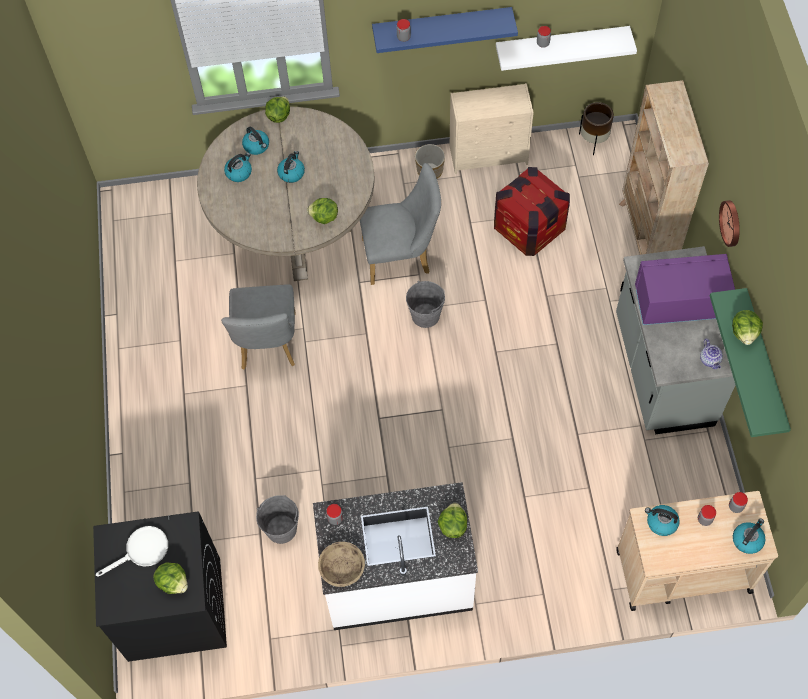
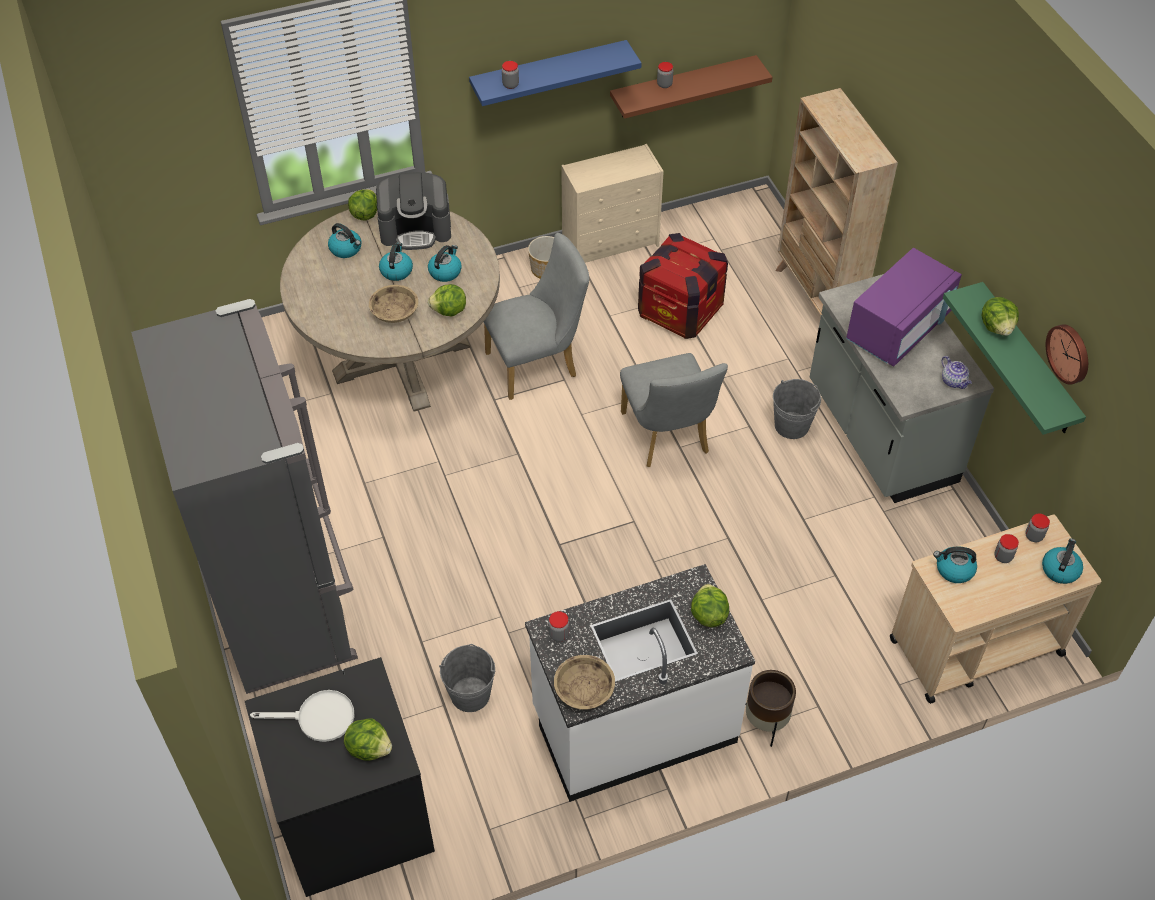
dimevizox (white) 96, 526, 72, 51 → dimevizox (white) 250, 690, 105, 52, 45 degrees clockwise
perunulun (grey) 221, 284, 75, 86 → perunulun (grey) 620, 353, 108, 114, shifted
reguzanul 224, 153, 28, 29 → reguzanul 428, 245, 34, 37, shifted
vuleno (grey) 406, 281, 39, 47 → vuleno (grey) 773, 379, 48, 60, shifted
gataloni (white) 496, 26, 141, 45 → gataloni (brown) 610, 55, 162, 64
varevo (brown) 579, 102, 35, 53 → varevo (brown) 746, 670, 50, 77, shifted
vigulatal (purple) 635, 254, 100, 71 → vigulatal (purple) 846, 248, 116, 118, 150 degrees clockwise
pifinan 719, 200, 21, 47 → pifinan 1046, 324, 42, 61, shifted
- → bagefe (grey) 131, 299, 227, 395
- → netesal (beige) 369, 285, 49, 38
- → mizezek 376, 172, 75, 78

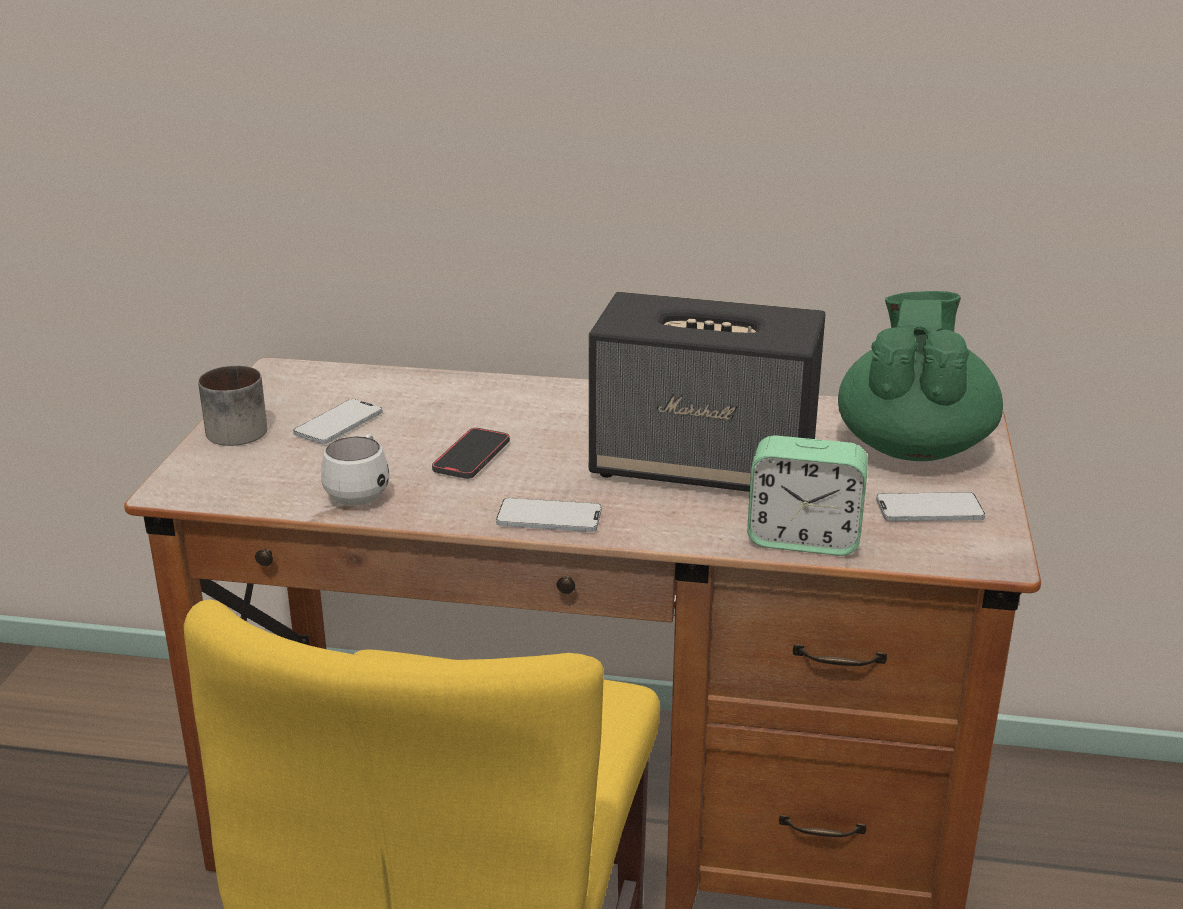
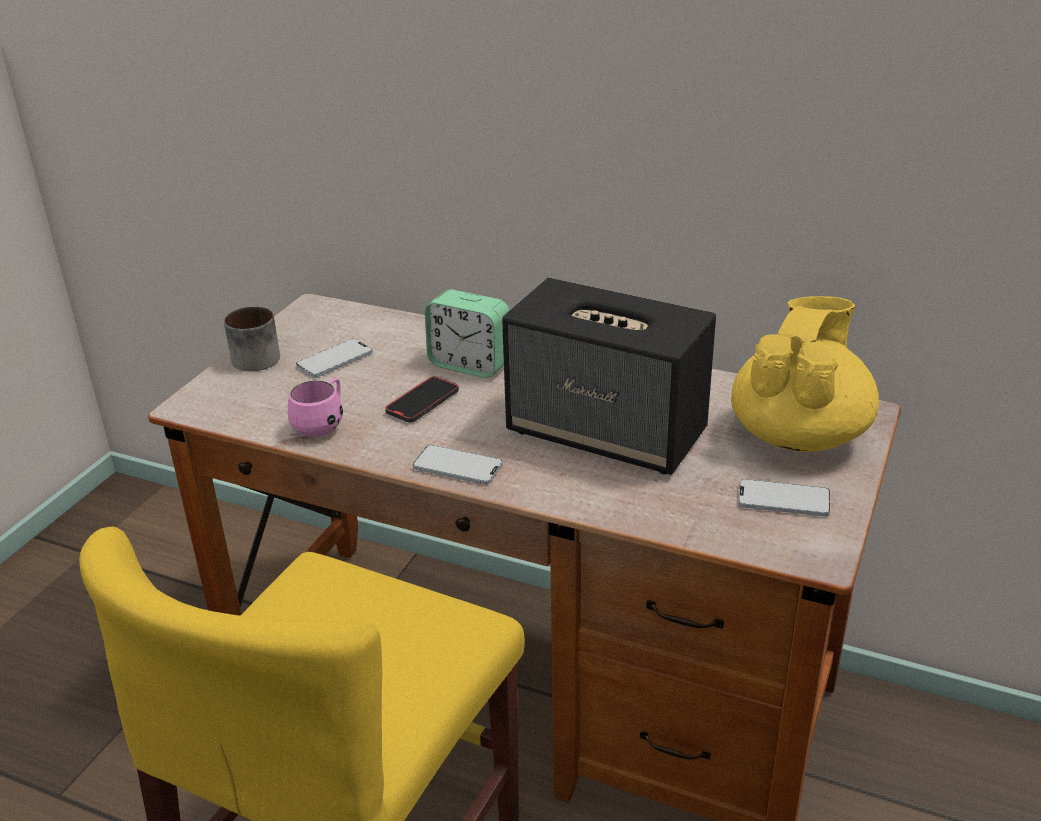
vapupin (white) 321, 434, 68, 71 → vapupin (pink) 288, 378, 55, 59
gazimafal 747, 435, 121, 121 → gazimafal 425, 290, 85, 88, shifted
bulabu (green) 838, 291, 165, 170 → bulabu (yellow) 731, 296, 148, 156

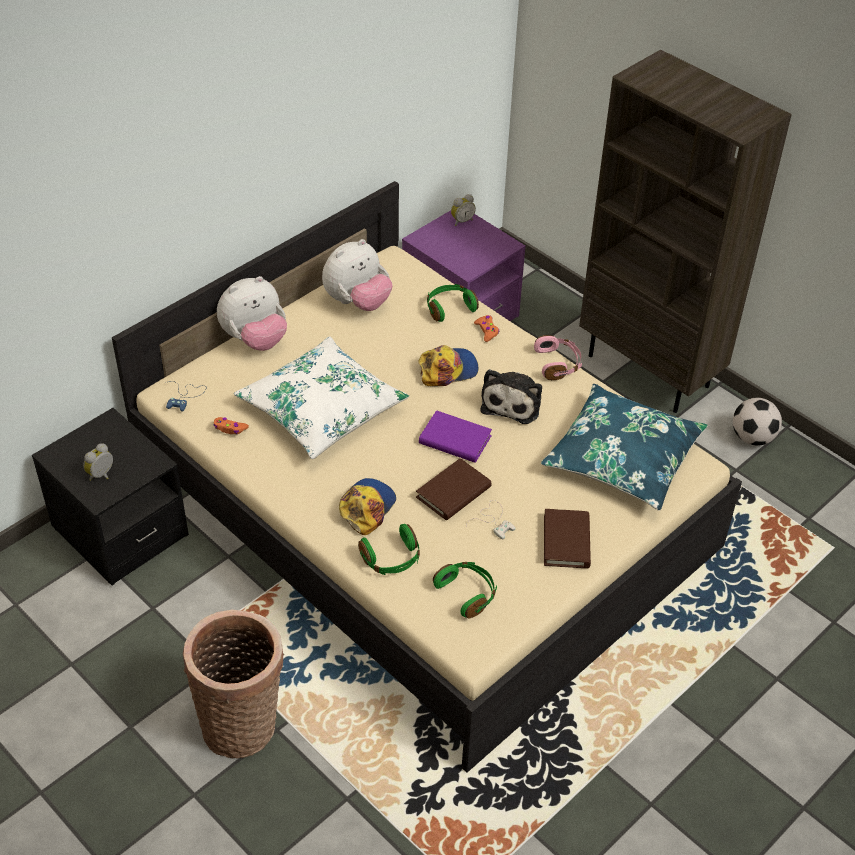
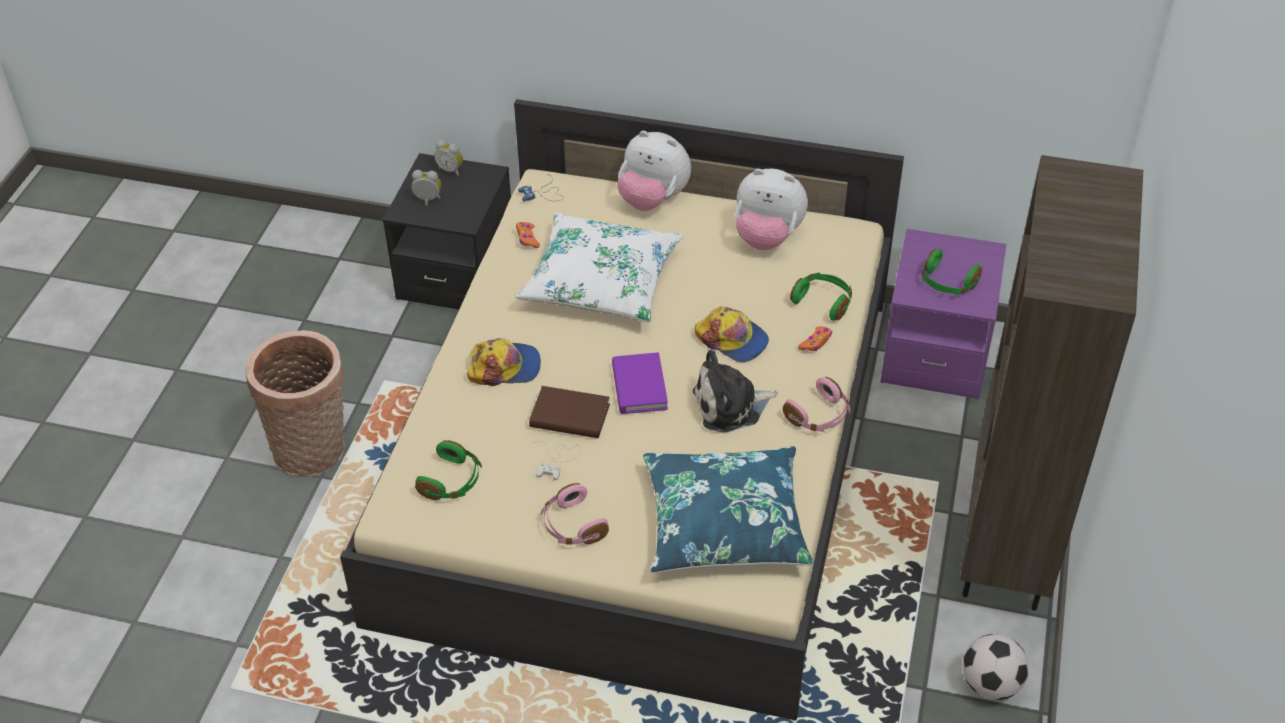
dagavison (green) 358, 524, 62, 51 → dagavison (green) 922, 249, 60, 46, shifted
gazimafal 451, 194, 25, 32 → gazimafal 434, 140, 29, 36, shifted
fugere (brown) 544, 509, 47, 59 → dagavison (pink) 541, 483, 68, 62

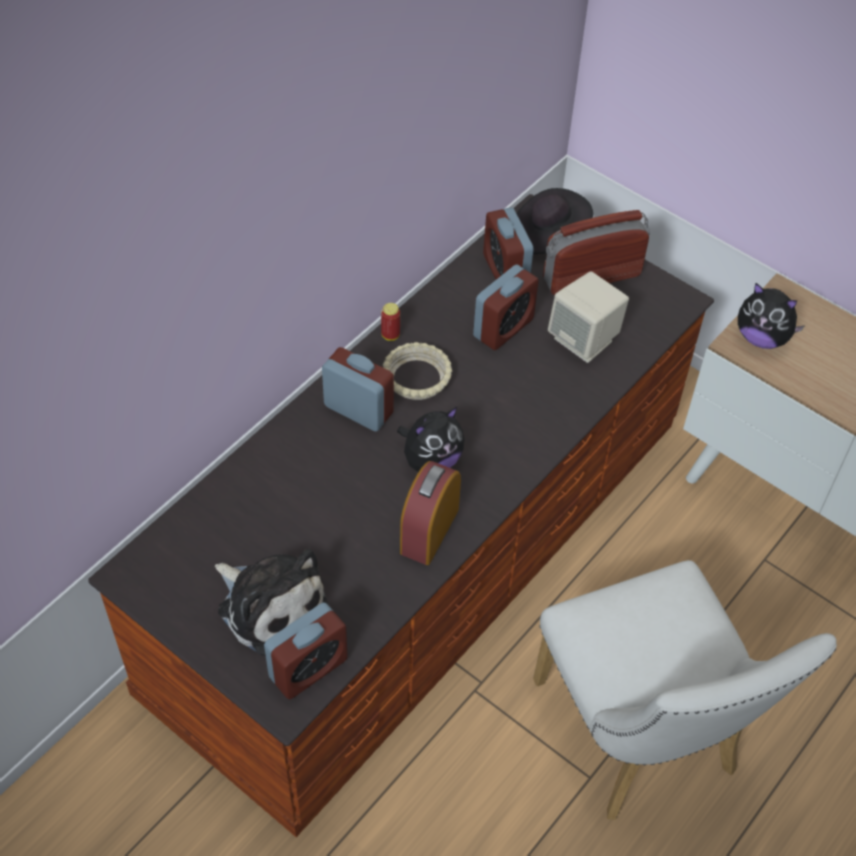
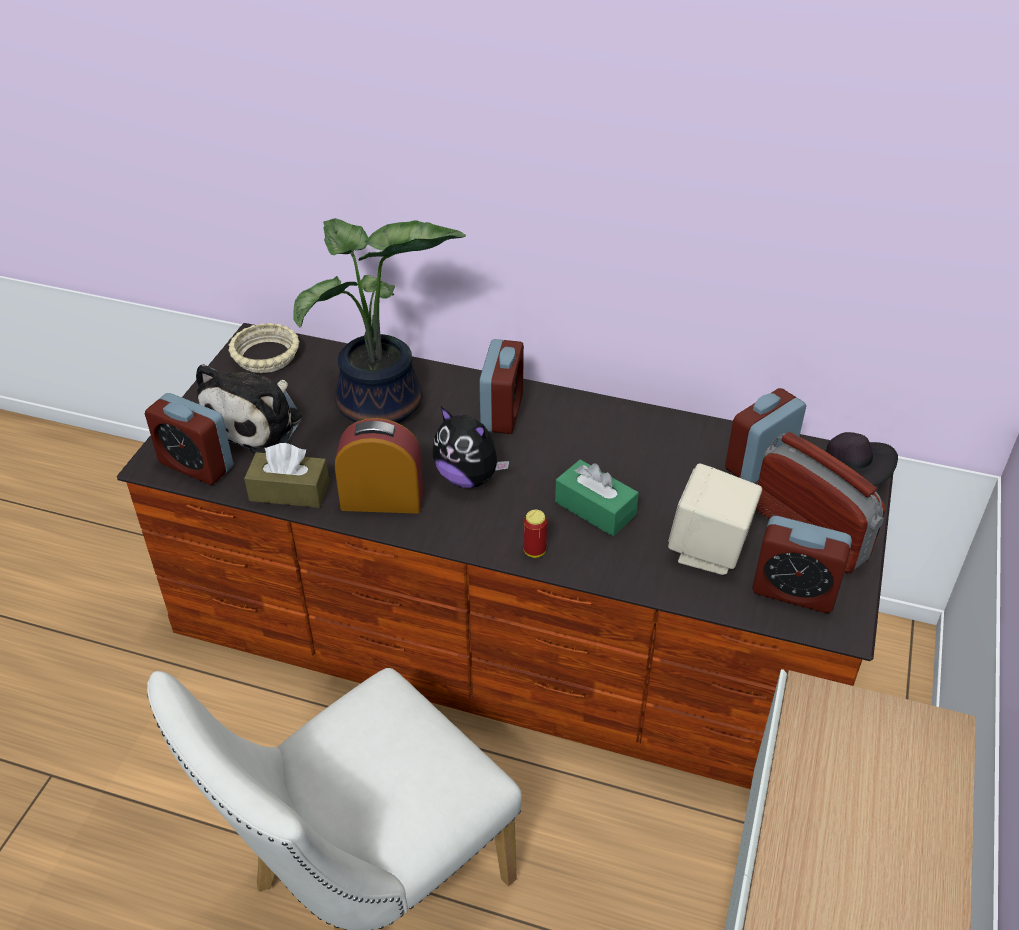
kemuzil 381, 303, 19, 38 → kemuzil 523, 510, 24, 48, shifted
netesal (beige) 383, 342, 69, 58 → netesal (beige) 228, 323, 72, 50, shifted
gazimafal 473, 265, 66, 85 → gazimafal 752, 516, 100, 97, shifted
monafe 738, 283, 66, 66 → -
- → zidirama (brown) 244, 443, 86, 65
- → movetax 293, 218, 173, 205
- → zidirama (green) 555, 460, 84, 76

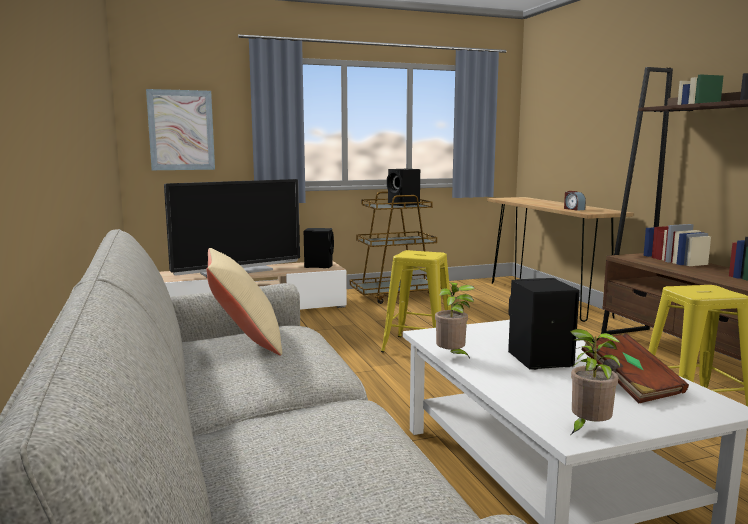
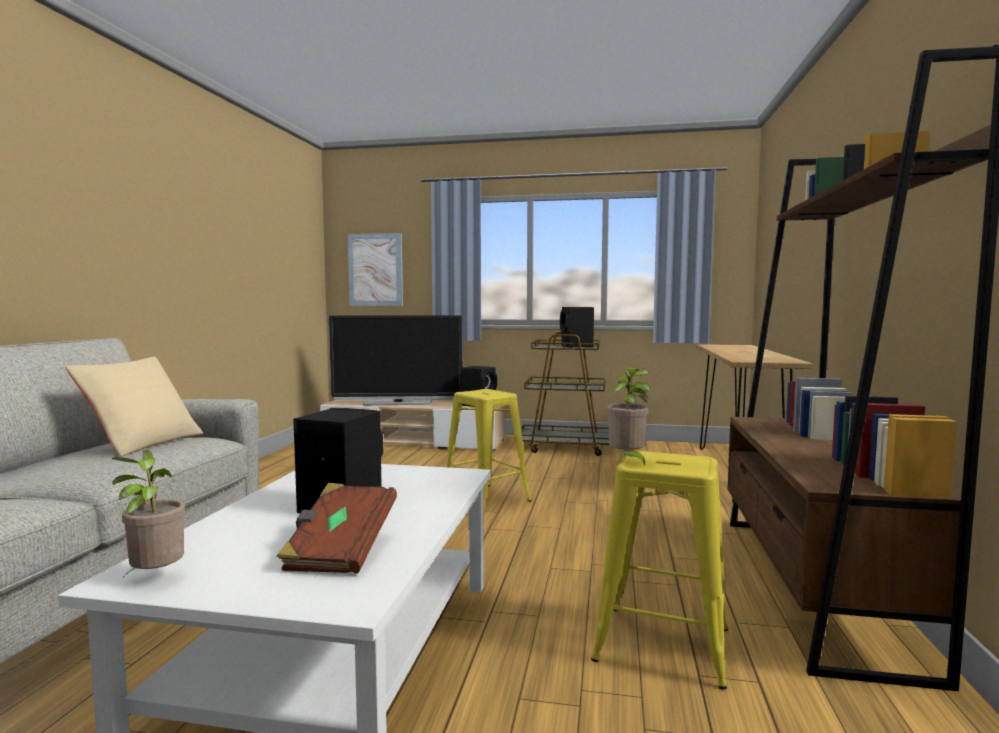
movetax 435, 282, 40, 76 → movetax 607, 367, 43, 98, shifted
gazimafal 564, 191, 22, 20 → -

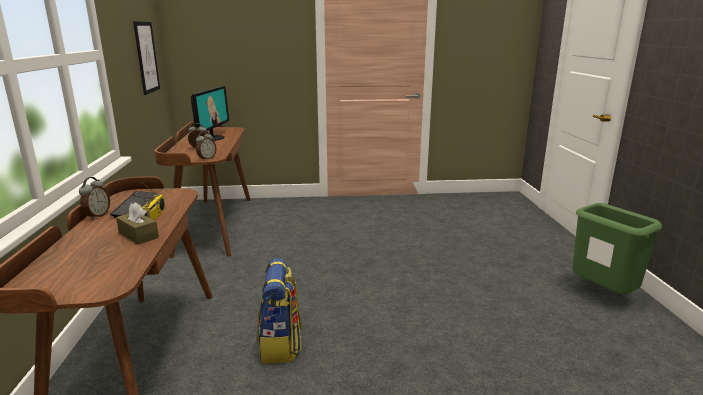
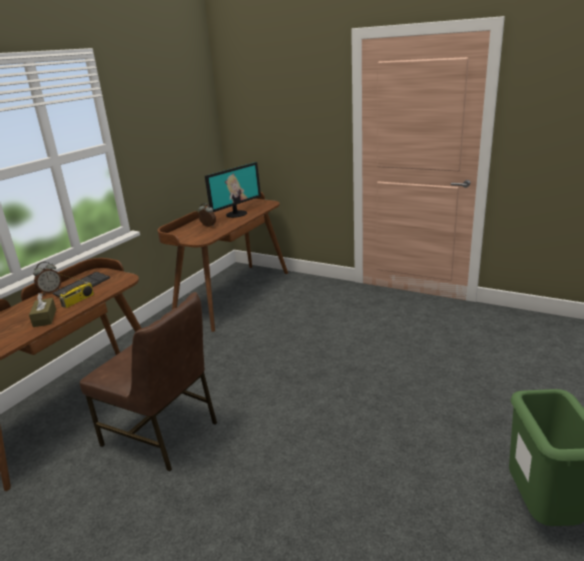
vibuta 133, 22, 27, 73 → -
gazimafal 196, 131, 20, 30 → -
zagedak 257, 258, 45, 106 → perunulun (brown) 80, 292, 137, 180

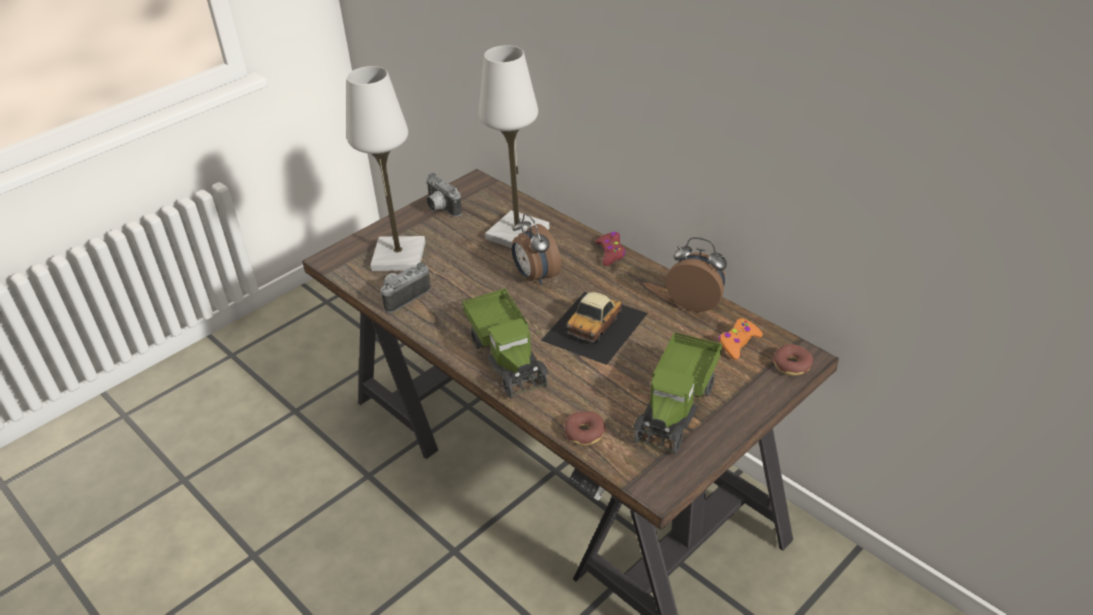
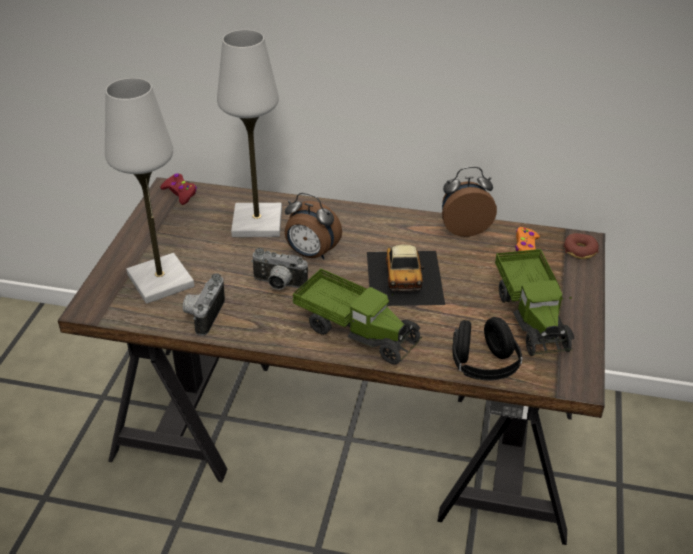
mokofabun 426, 173, 36, 44 → mokofabun 251, 248, 57, 42, shifted
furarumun 565, 411, 41, 34 → dagavison (black) 452, 317, 71, 63
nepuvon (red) 595, 232, 30, 34 → nepuvon (red) 160, 173, 37, 32, shifted

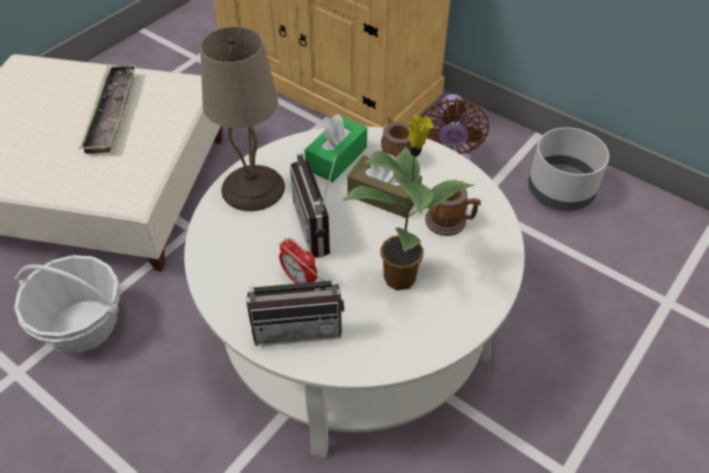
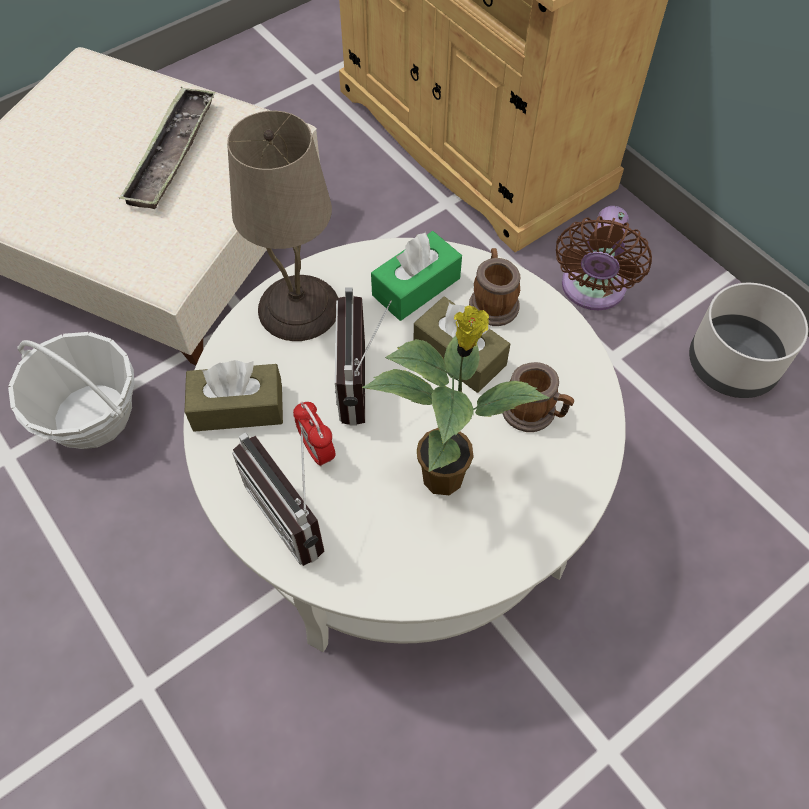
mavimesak 246, 242, 98, 104 → mavimesak 232, 425, 92, 141, 45 degrees clockwise
- → zidirama (brown) 185, 360, 98, 72

